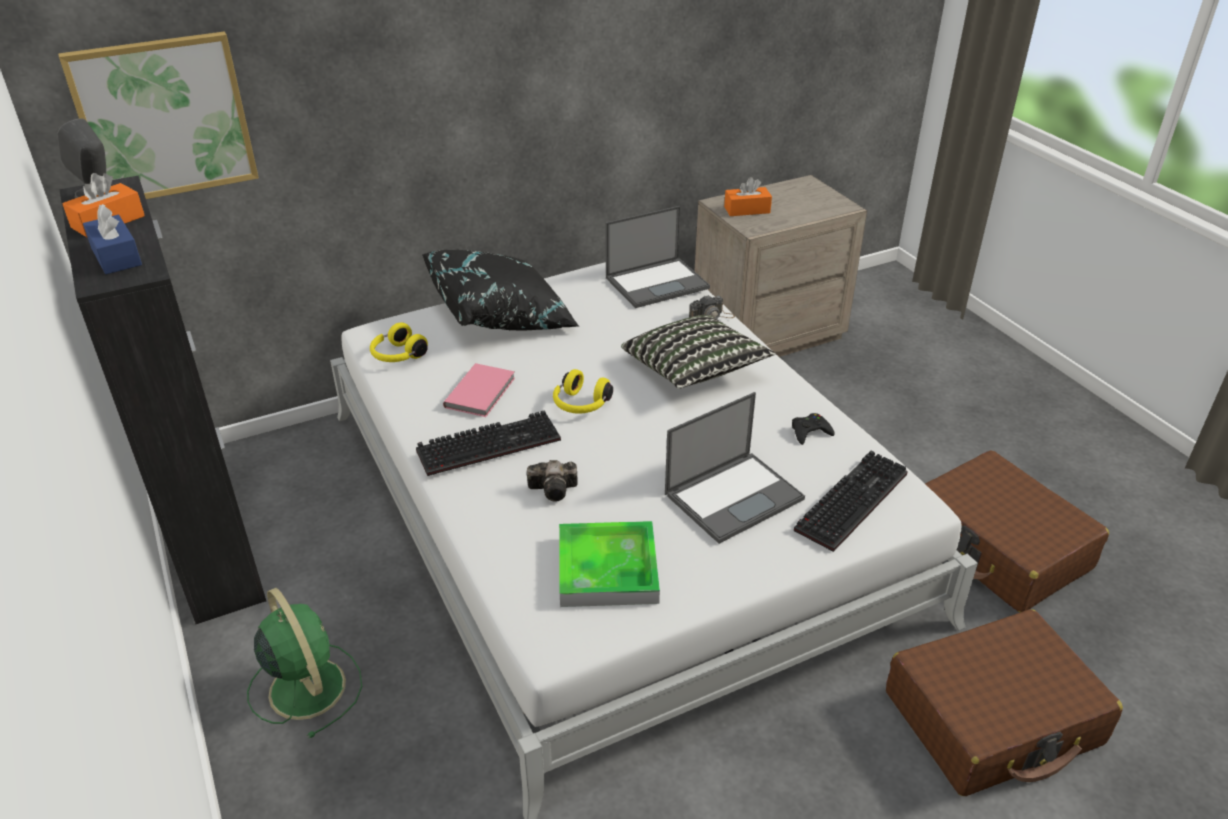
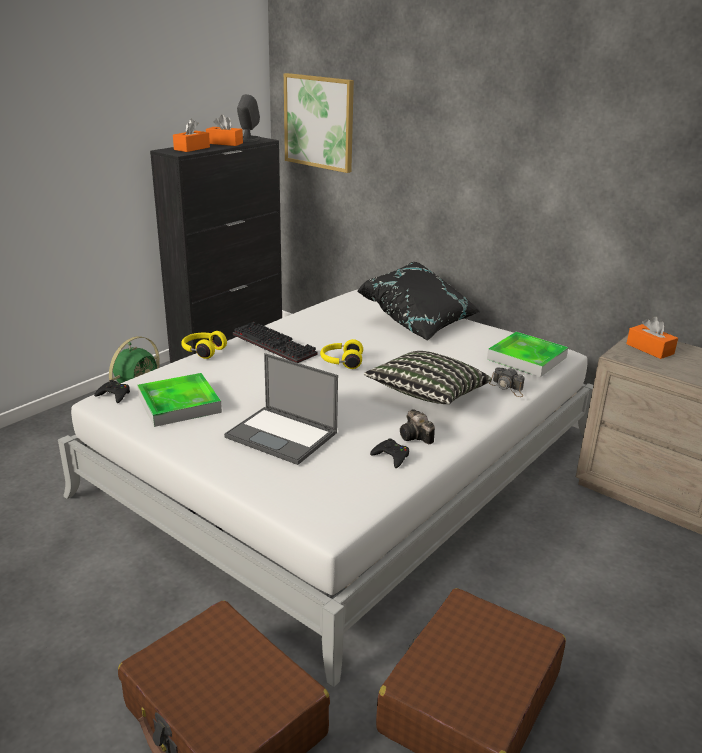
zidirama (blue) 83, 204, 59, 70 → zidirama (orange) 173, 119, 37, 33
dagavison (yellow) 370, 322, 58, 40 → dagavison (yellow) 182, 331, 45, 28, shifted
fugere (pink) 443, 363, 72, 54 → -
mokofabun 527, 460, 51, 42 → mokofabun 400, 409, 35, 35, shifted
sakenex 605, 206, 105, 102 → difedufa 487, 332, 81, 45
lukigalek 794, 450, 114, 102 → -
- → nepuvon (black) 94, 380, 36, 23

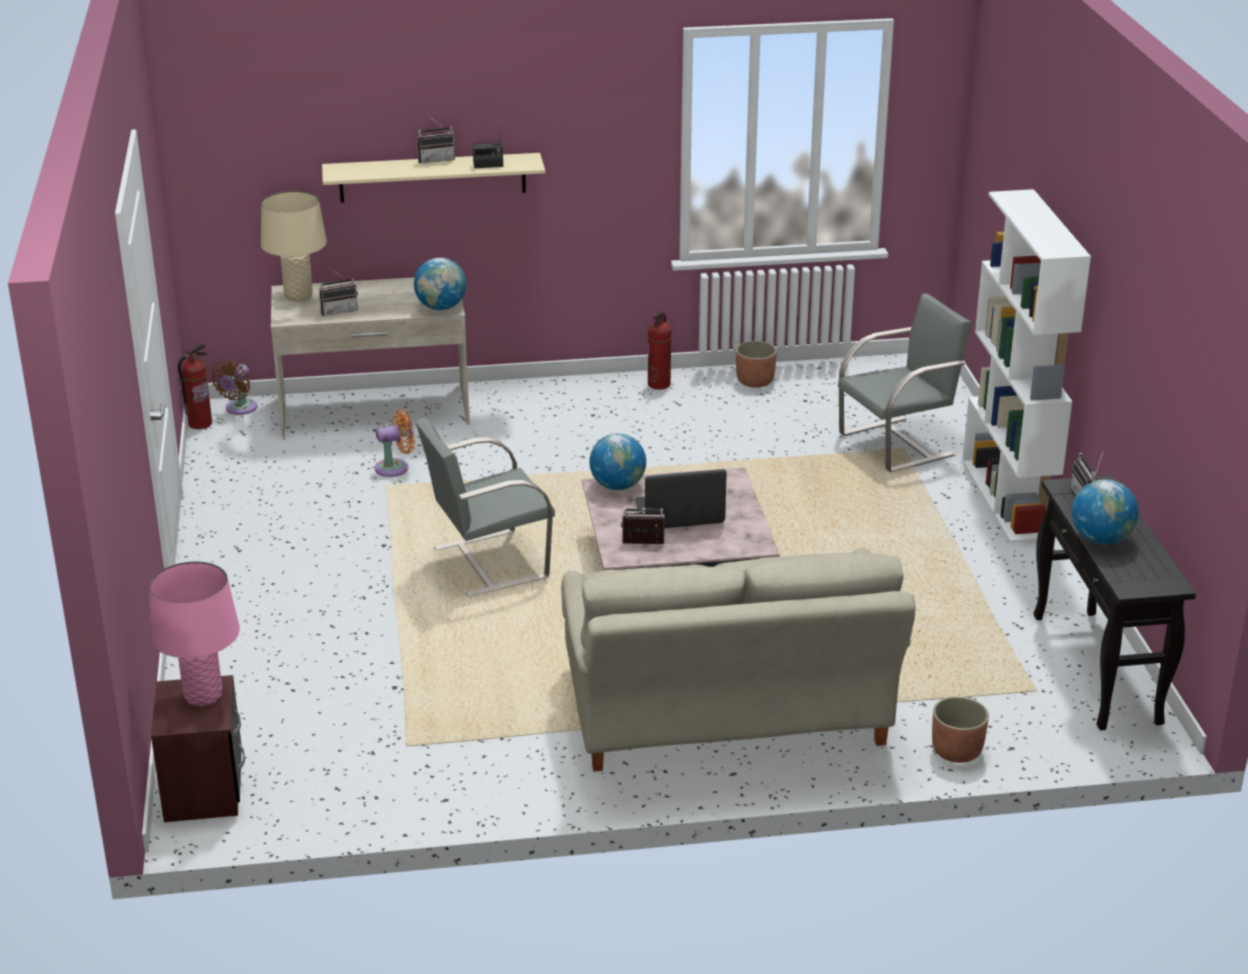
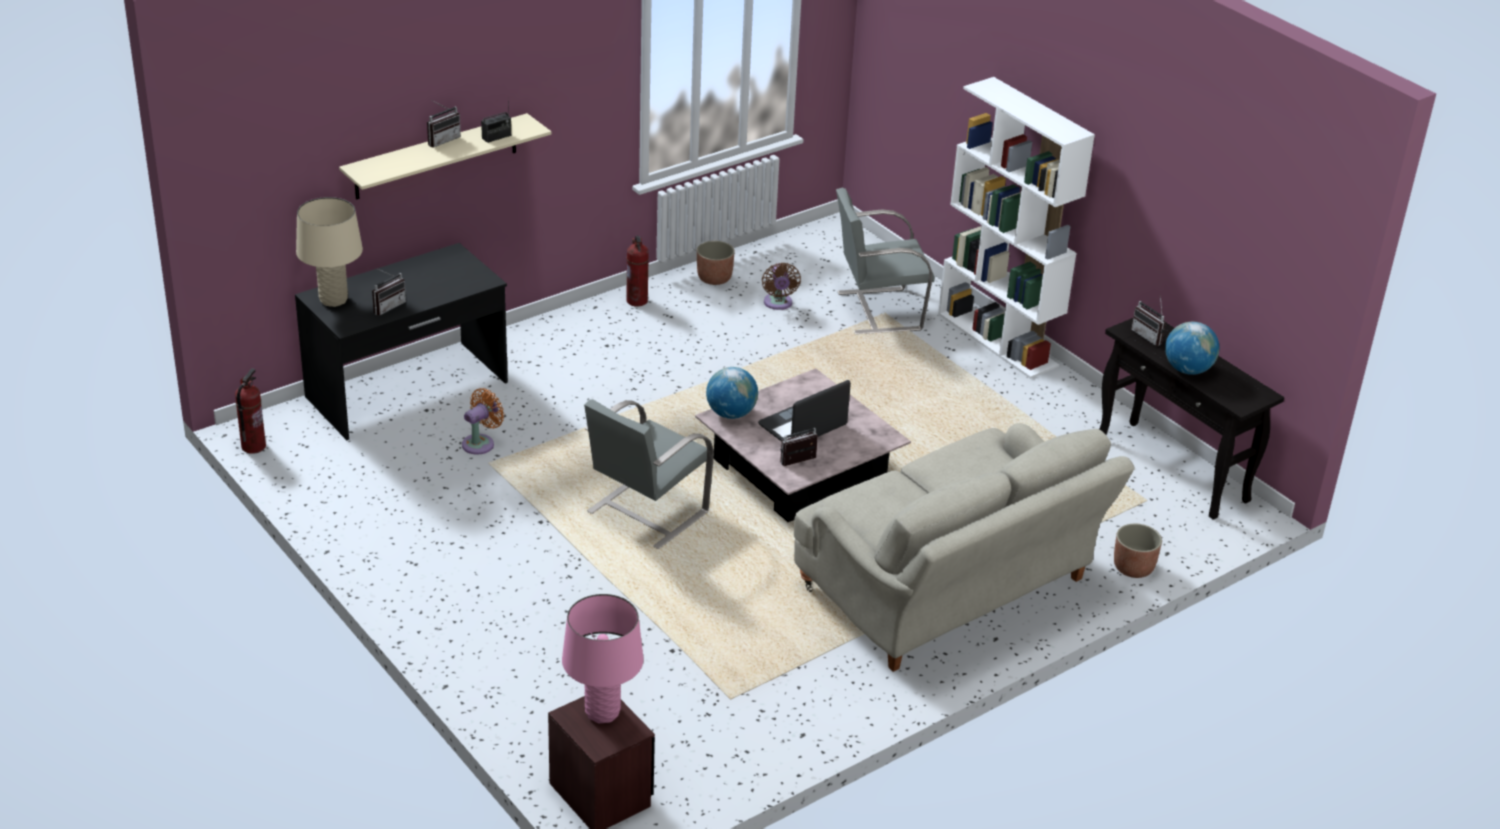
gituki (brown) 211, 361, 47, 54 → gituki (brown) 762, 262, 39, 48, shifted
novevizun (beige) 271, 277, 199, 161 → novevizun (black) 295, 243, 213, 197
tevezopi 414, 258, 52, 52 → -
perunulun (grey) 838, 294, 134, 178 → perunulun (grey) 836, 188, 99, 146, 135 degrees counterclockwise

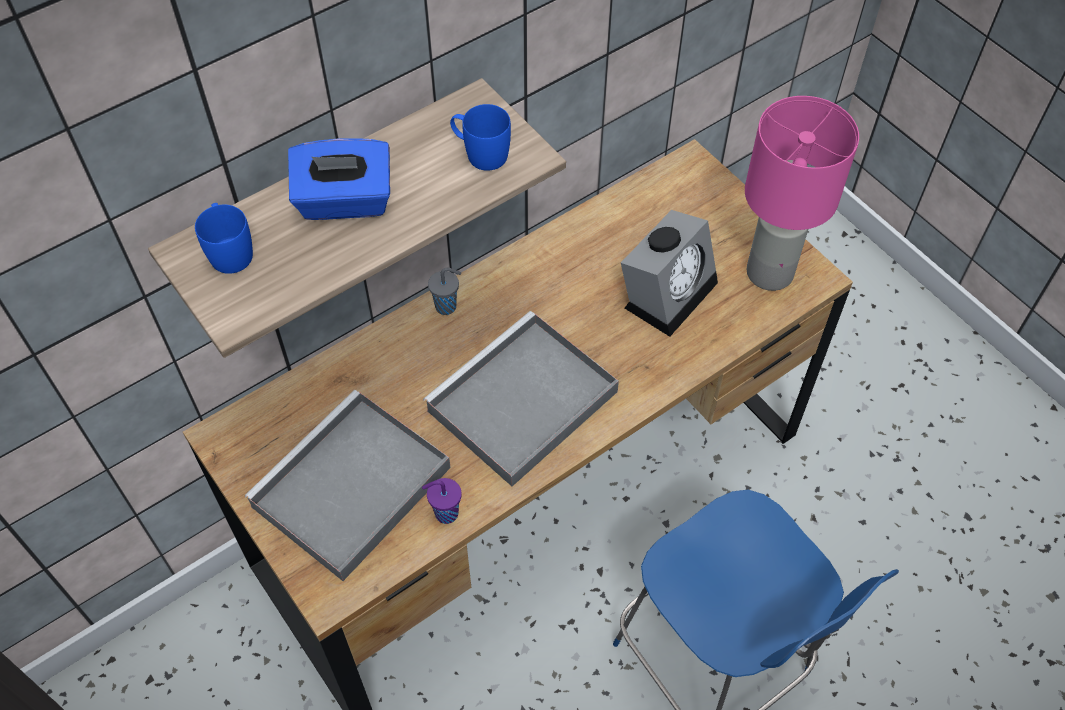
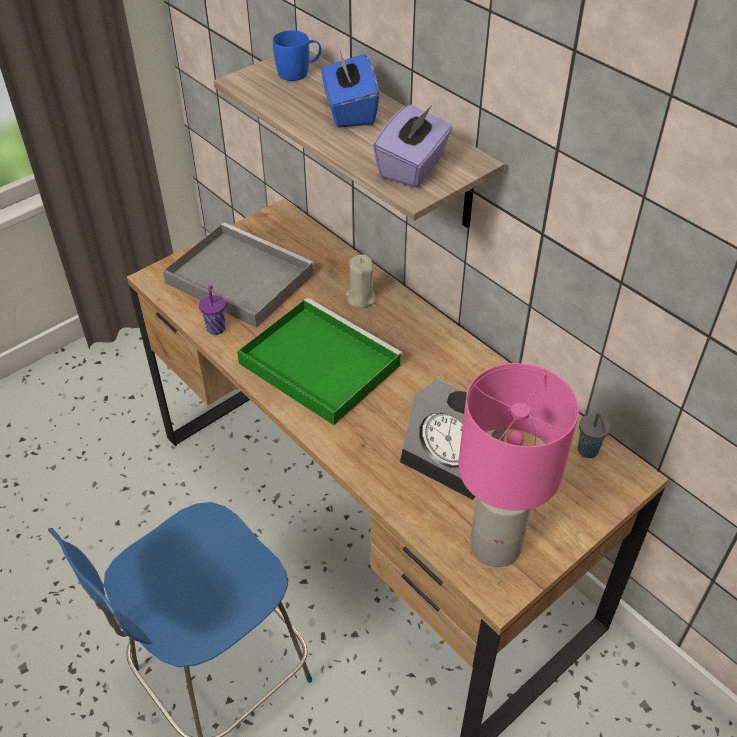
difedufa (grey) 423, 311, 196, 175 → difedufa (green) 237, 298, 166, 127
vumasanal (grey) 428, 268, 33, 47 → vumasanal (grey) 578, 413, 32, 45, shifted
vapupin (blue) 450, 104, 61, 67 → zidirama (purple) 373, 104, 80, 84
- → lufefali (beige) 346, 255, 30, 53

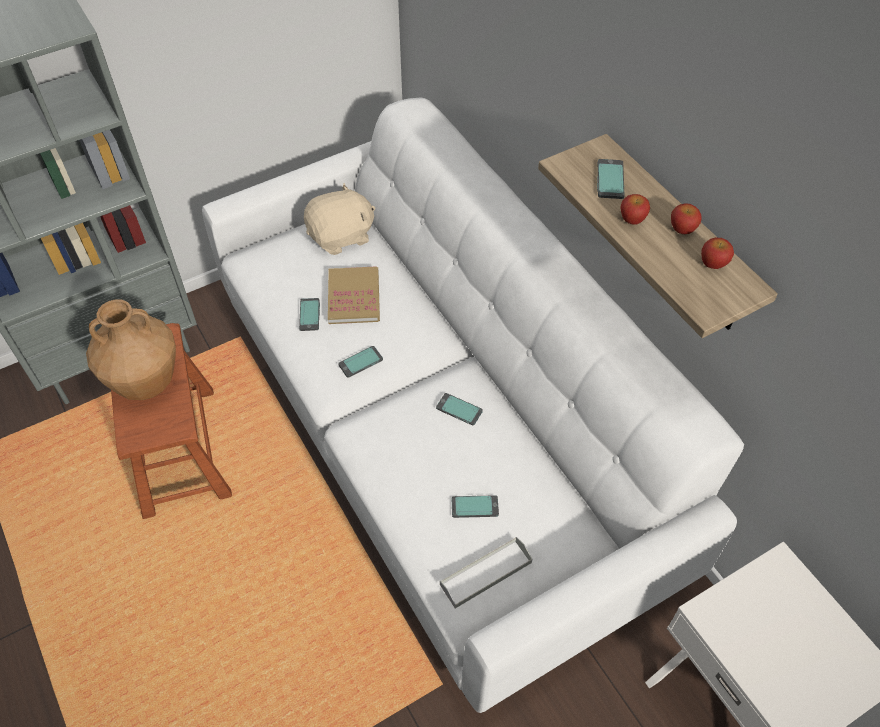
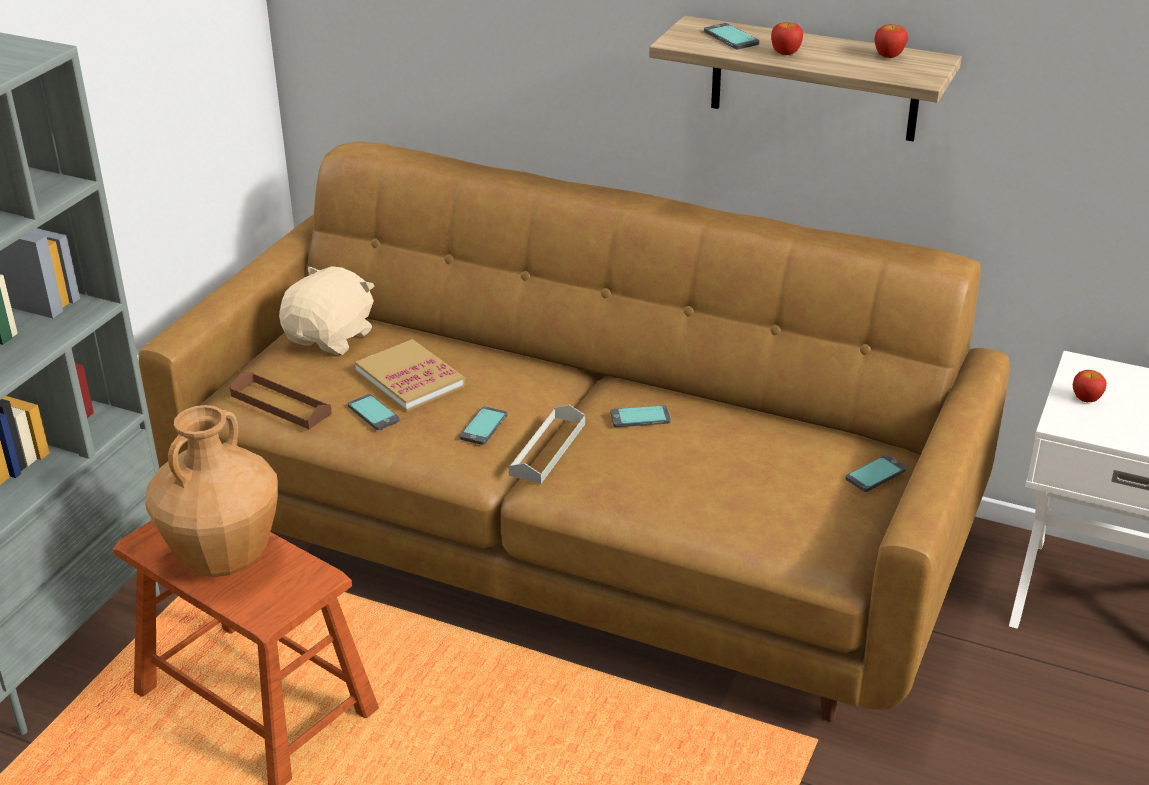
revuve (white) 202, 98, 542, 615 → revuve (brown) 138, 141, 872, 581
difedufa (grey) 440, 537, 92, 71 → difedufa (grey) 509, 405, 76, 79, shifted
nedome 452, 495, 47, 23 → nedome 845, 455, 62, 37, shifted
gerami 671, 203, 30, 31 → gerami 1073, 370, 34, 32, shifted
- → difedufa (brown) 230, 372, 102, 57

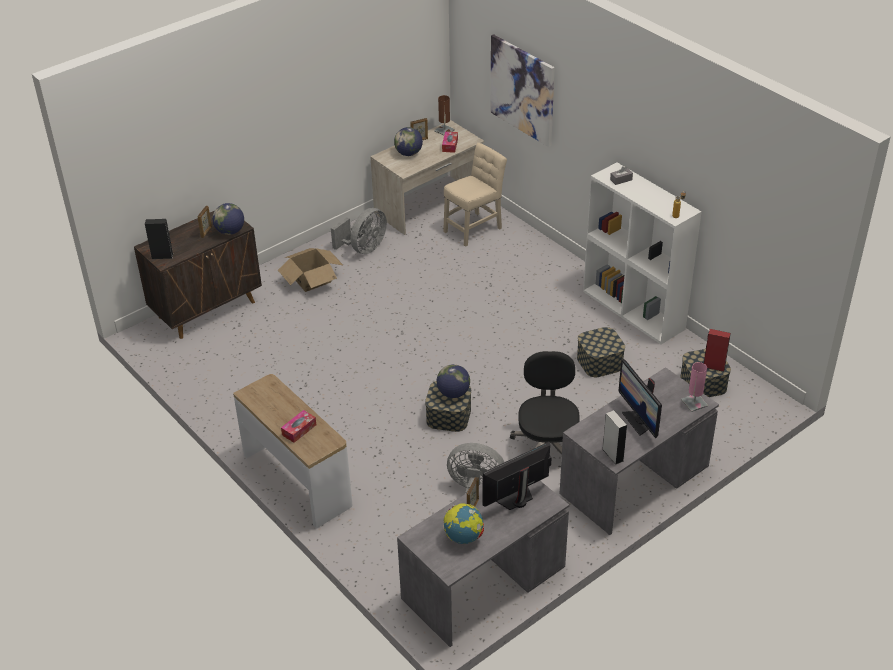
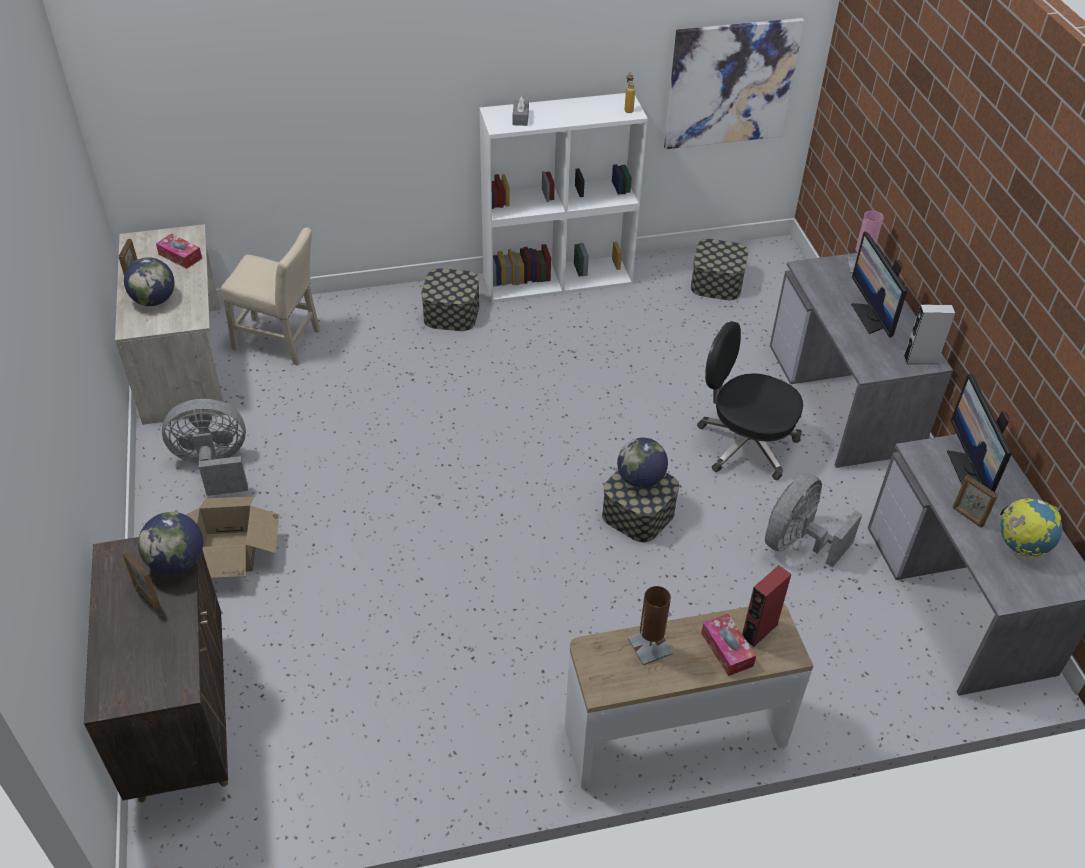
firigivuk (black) 145, 219, 28, 40 → -
gituki (grey) 331, 208, 56, 46 → gituki (grey) 162, 399, 86, 97, 75 degrees counterclockwise
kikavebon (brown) 434, 95, 21, 40 → kikavebon (brown) 628, 586, 45, 79, shifted
perunulun (beige) 443, 143, 64, 104 → perunulun (beige) 221, 227, 99, 139, 120 degrees clockwise
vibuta 491, 34, 64, 113 → vibuta 664, 18, 140, 131, shifted
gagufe 577, 327, 48, 50 → gagufe 421, 268, 58, 63, shifted
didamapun 618, 359, 44, 79 → didamapun 851, 231, 56, 107, 75 degrees clockwise
firigivuk (red) 704, 329, 27, 43 → firigivuk (red) 742, 565, 49, 82, shifted

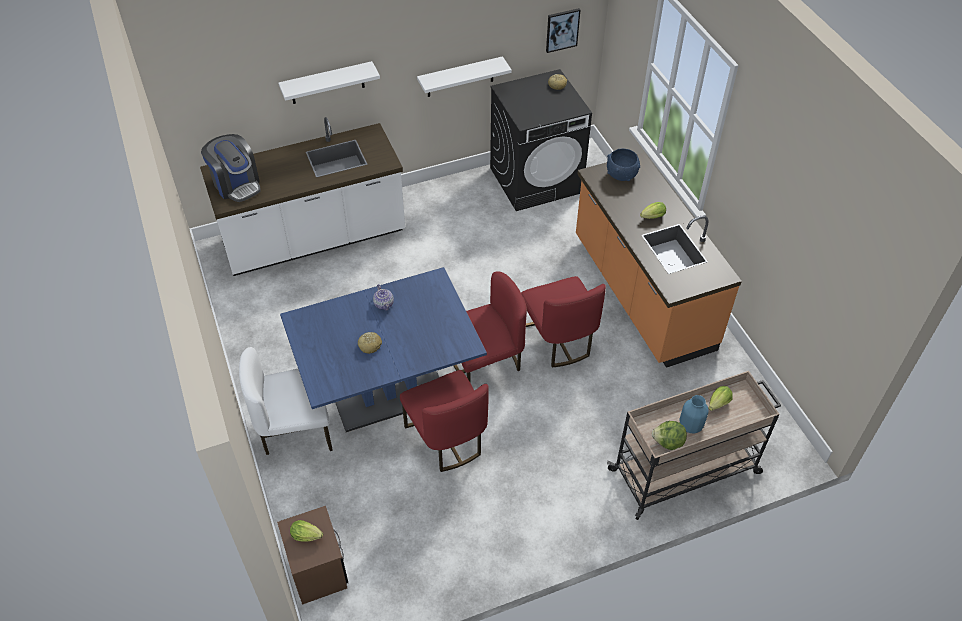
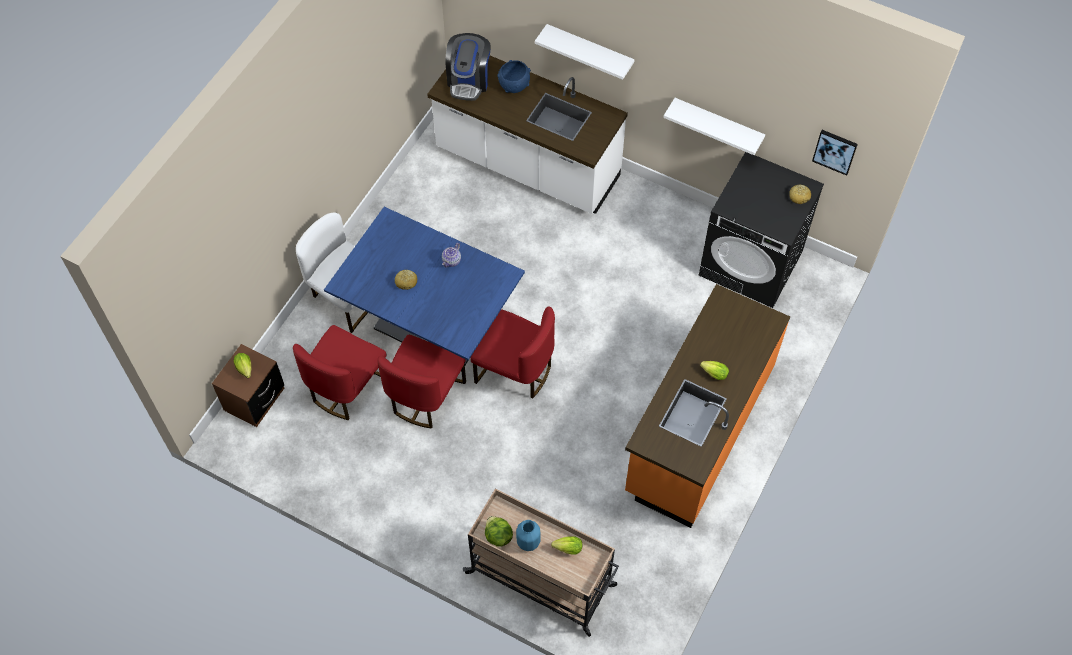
perunulun (red) 521, 276, 85, 92 → perunulun (red) 293, 325, 93, 95, shifted
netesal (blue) 607, 148, 33, 33 → netesal (blue) 497, 60, 34, 33, shifted

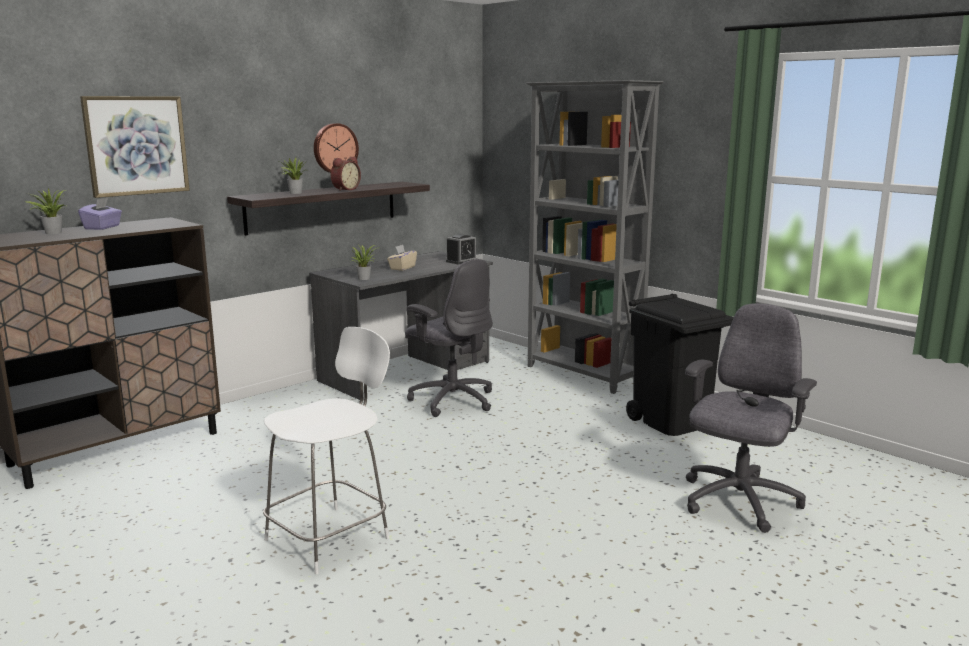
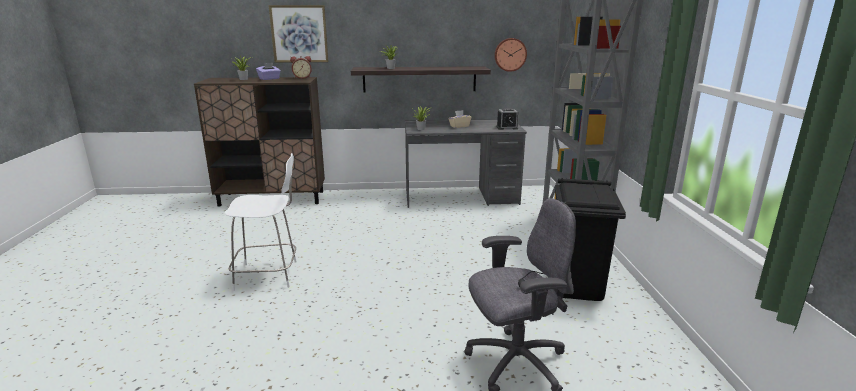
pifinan 314, 123, 45, 50 → pifinan 494, 38, 33, 34, shifted
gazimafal 331, 157, 30, 34 → gazimafal 290, 56, 22, 23, shifted
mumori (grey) 405, 259, 88, 158 → -

